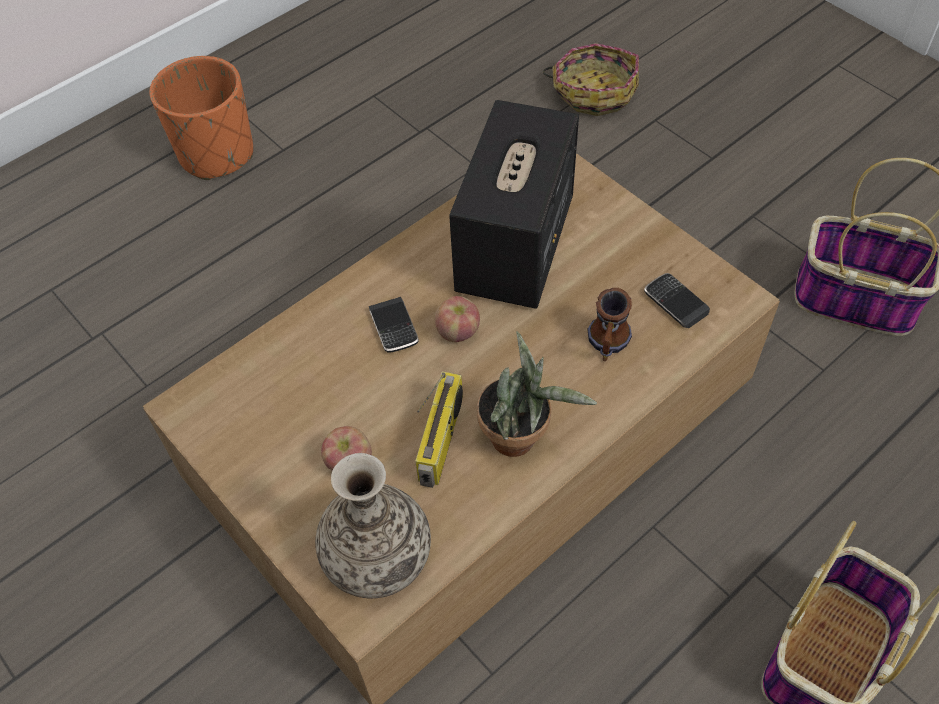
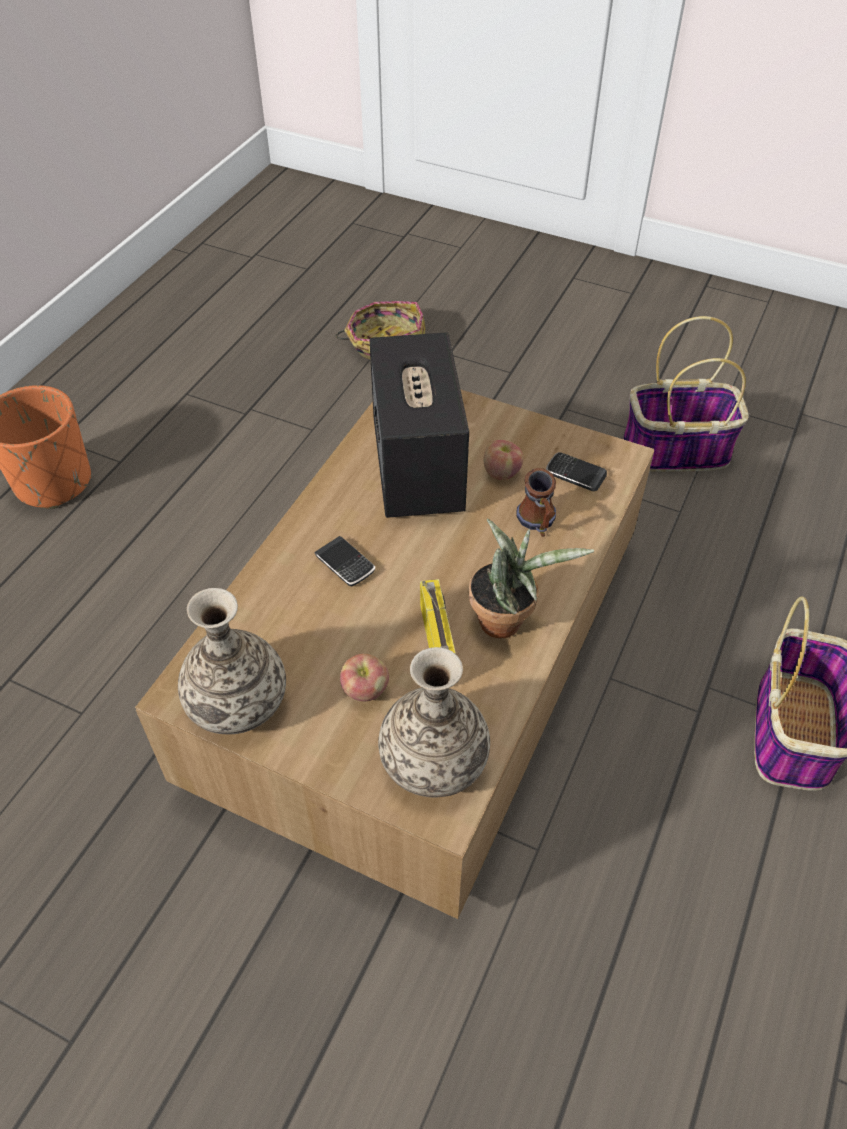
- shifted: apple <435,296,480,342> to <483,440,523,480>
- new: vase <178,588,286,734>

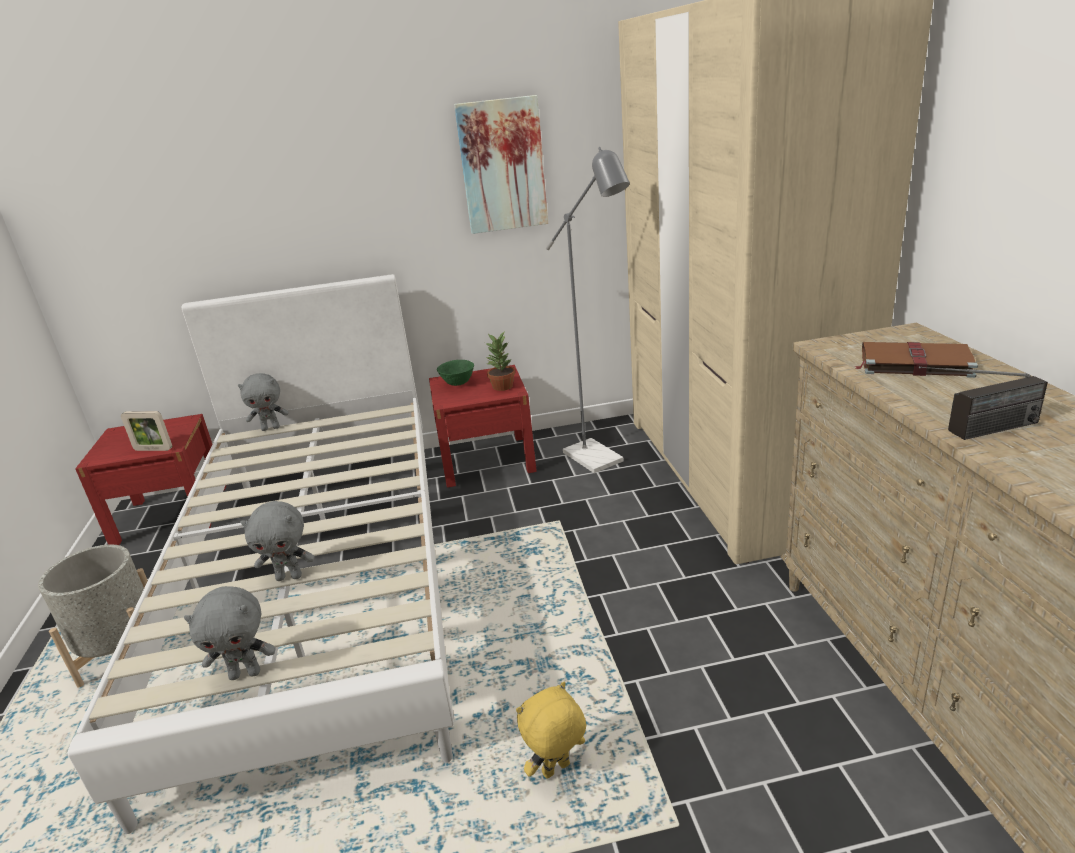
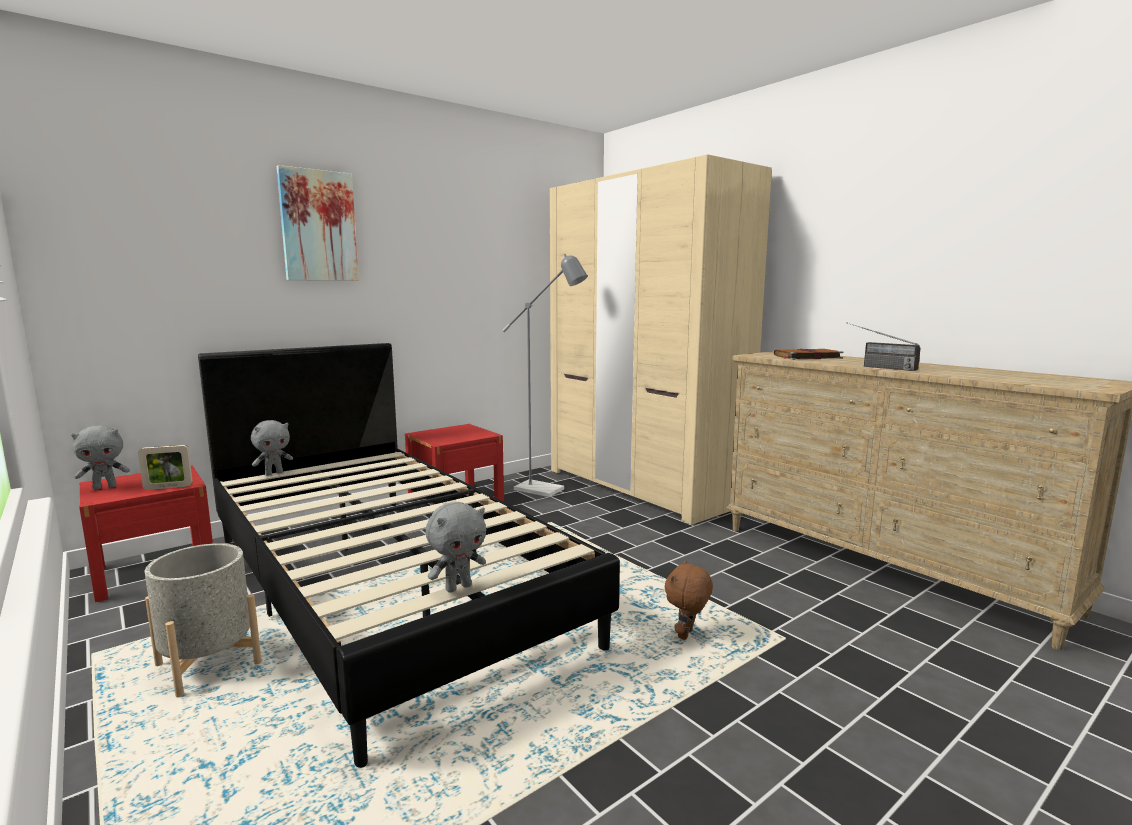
- repainted: white_bed <68,274,454,834> to black_bed <198,343,620,768>
- shifted: grey_plush_toy <241,501,315,581> to <71,425,130,490>
- gone: green_bowl <437,360,474,386>
- shifted: picture <454,95,548,234> to <277,165,359,281>
- gone: potted_plant <485,332,515,391>
- repainted: yellow_plush_toy <516,682,586,779> to brown_plush_toy <665,560,713,640>
- rotated: radio <919,366,1048,440> = <848,323,921,371> 90 degrees clockwise

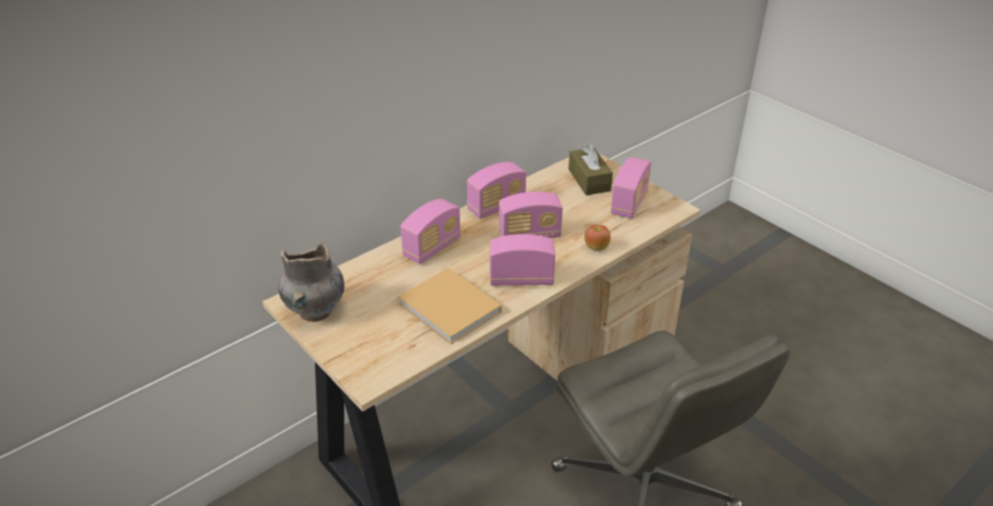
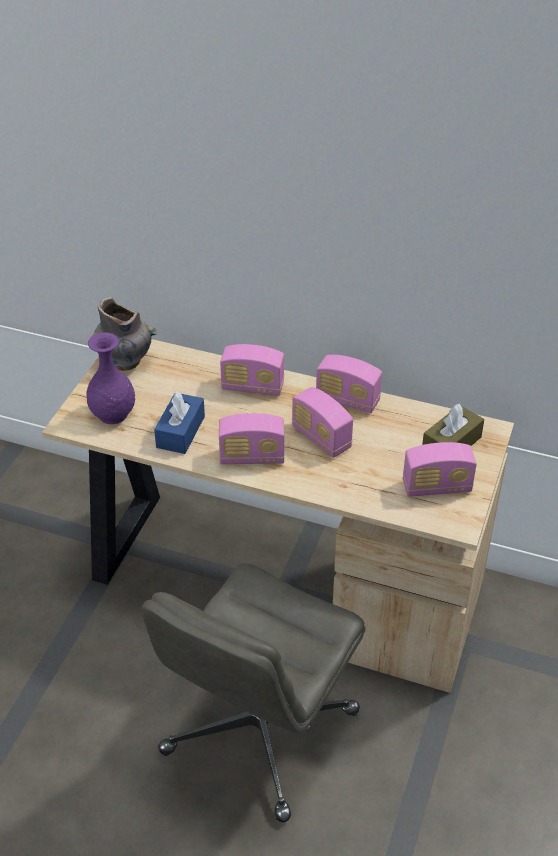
- swapped: beige_book <398,268,502,344> to blue_tissue_box <154,391,205,454>
- rotated: radio <489,234,555,286> = <219,413,285,464> 120 degrees clockwise
- gone: apple <584,225,611,251>
- new: purple_vase <86,332,135,424>

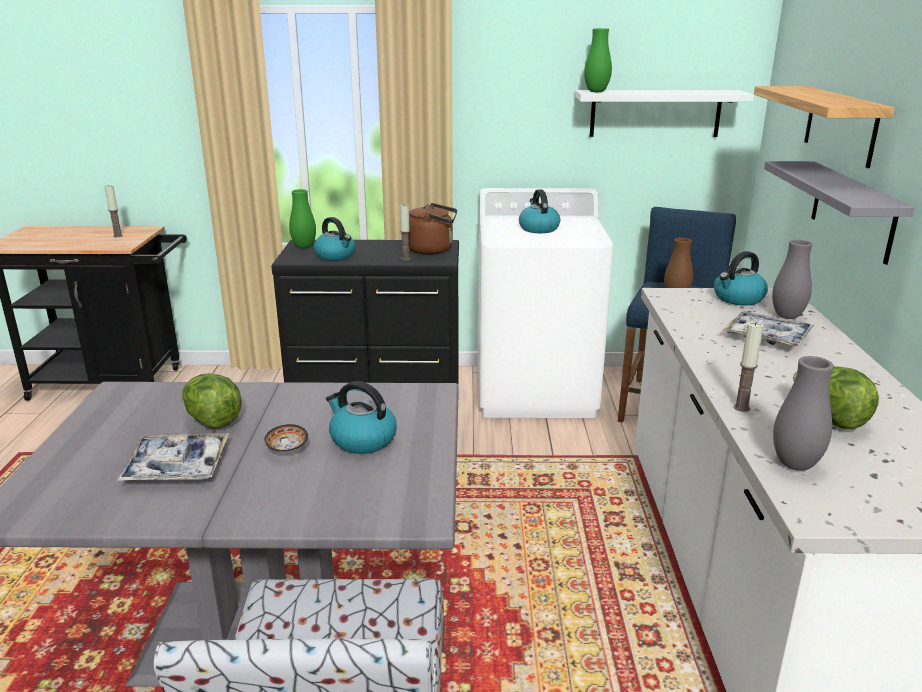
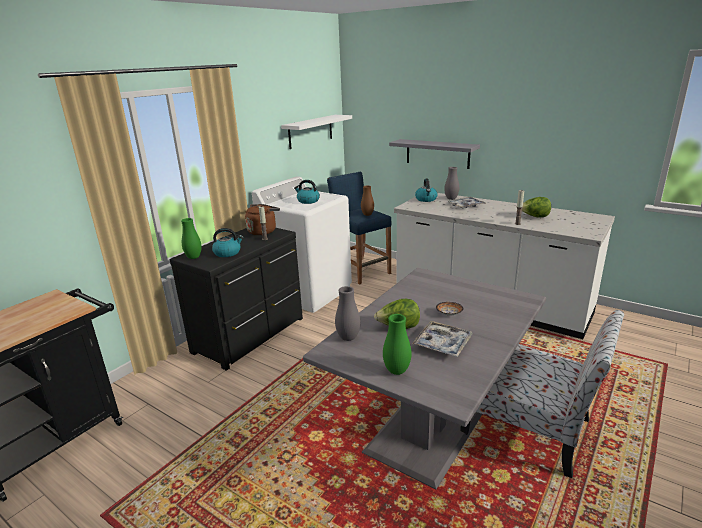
- gone: candle <104,184,123,237>
- gone: kettle <326,381,397,454>
- shifted: green_vase <584,28,612,92> to <383,314,411,375>
- gone: shelf <754,86,895,168>
- shifted: grey_vase <773,356,834,471> to <335,286,361,341>

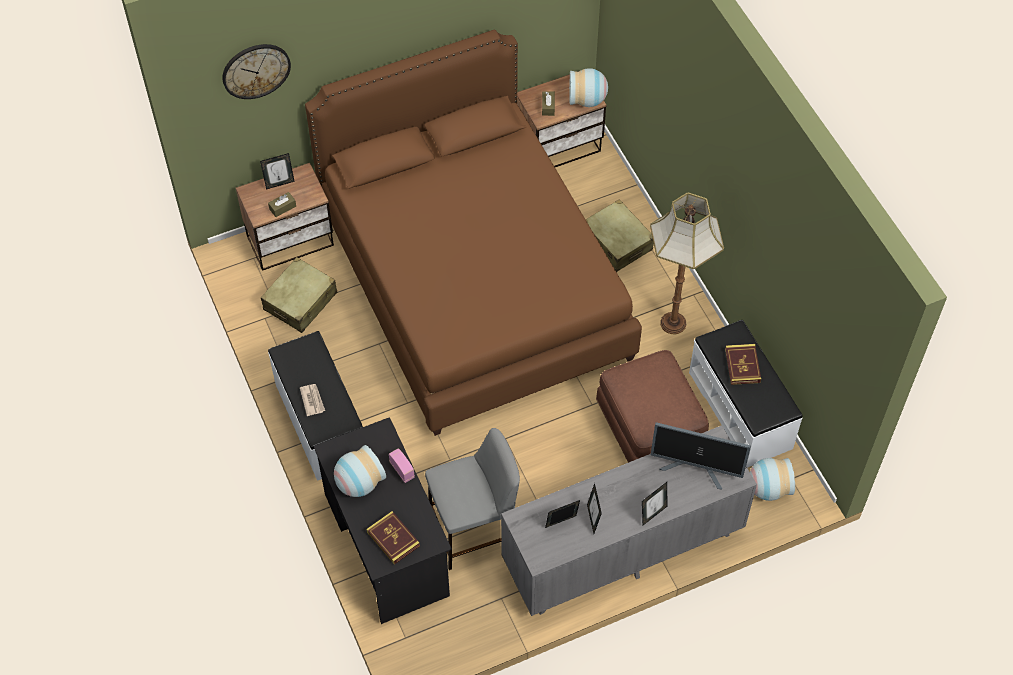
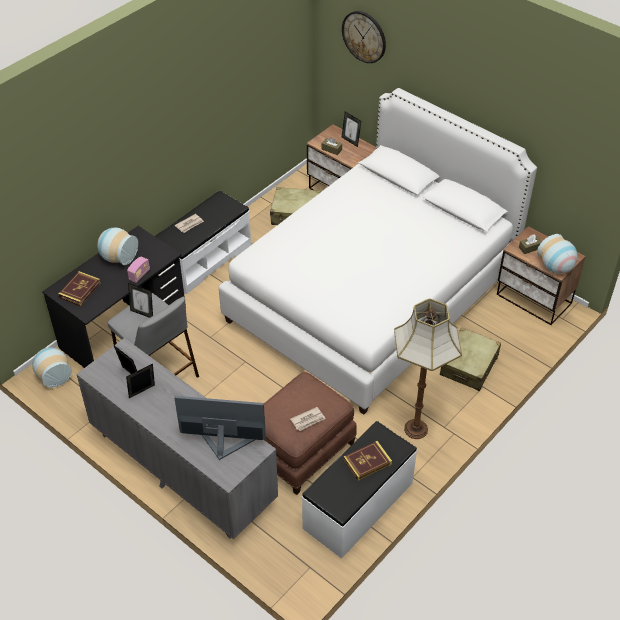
- repainted: brown_bed <305,29,642,436> to white_bed <219,88,537,414>
- shifted: picture_frame <642,482,667,526> to <128,283,153,318>
- rotated: monitor <651,422,751,489> = <174,396,266,460> 105 degrees clockwise
- shifted: vase <750,458,795,501> to <32,347,72,388>
- new: newspaper <290,407,326,431>

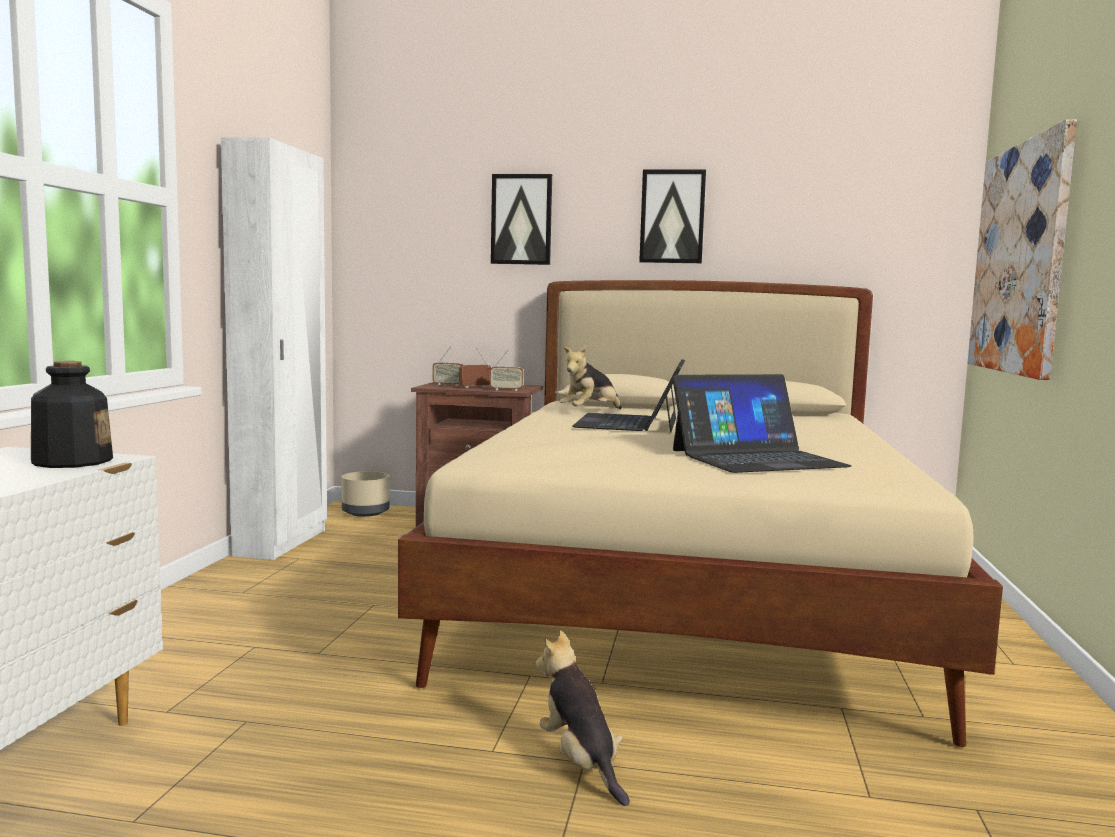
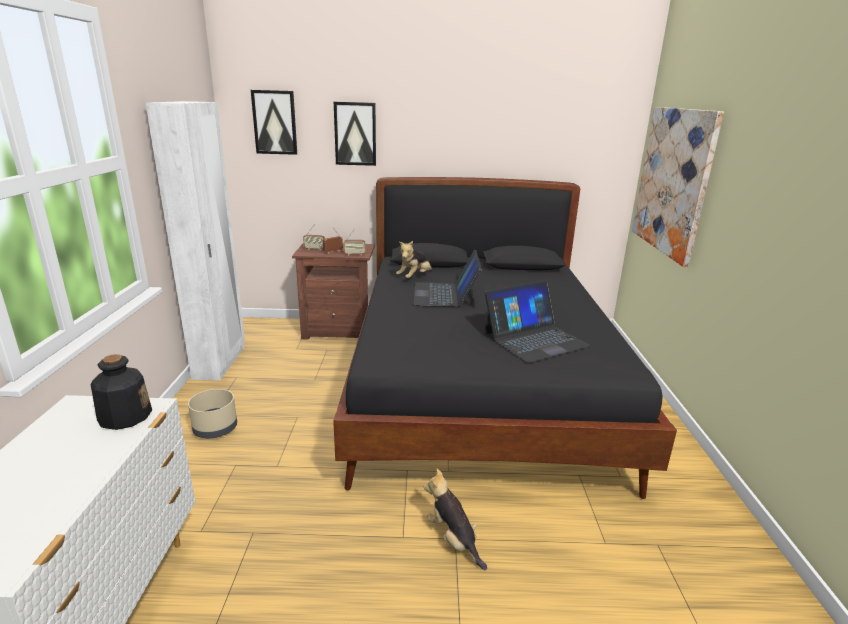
- shifted: beige_planter <342,471,389,517> to <188,389,237,438>
- repainted: beige_bed <398,280,1003,747> to black_bed <333,177,677,499>
- shifted: picture <639,170,706,263> to <251,90,297,155>

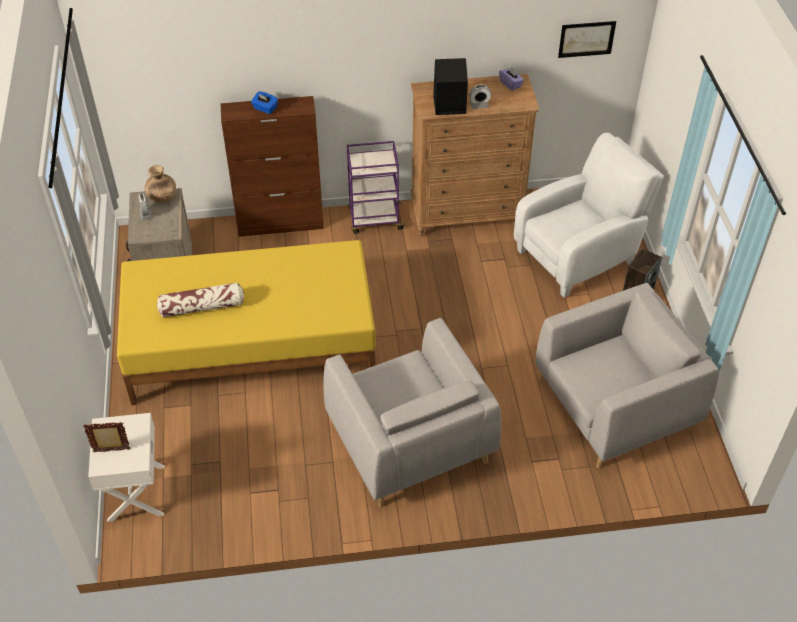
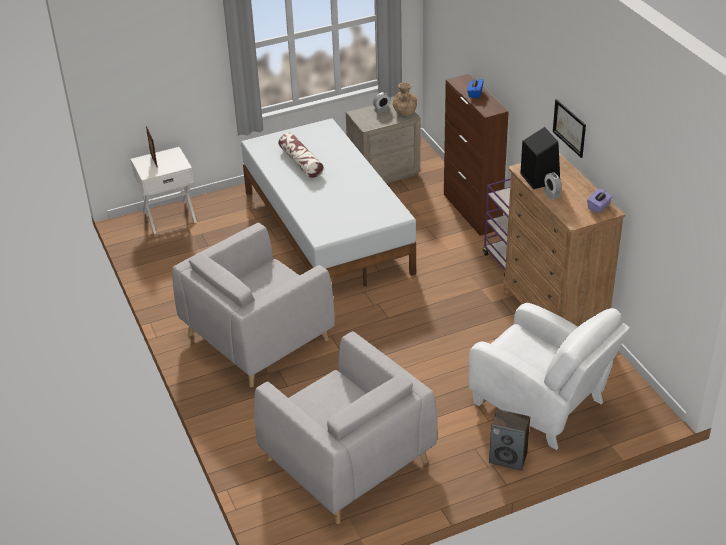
- repainted: yellow_bed <117,240,376,405> to white_bed <241,118,416,287>
- shifted: picture <558,21,616,58> to <553,99,586,158>

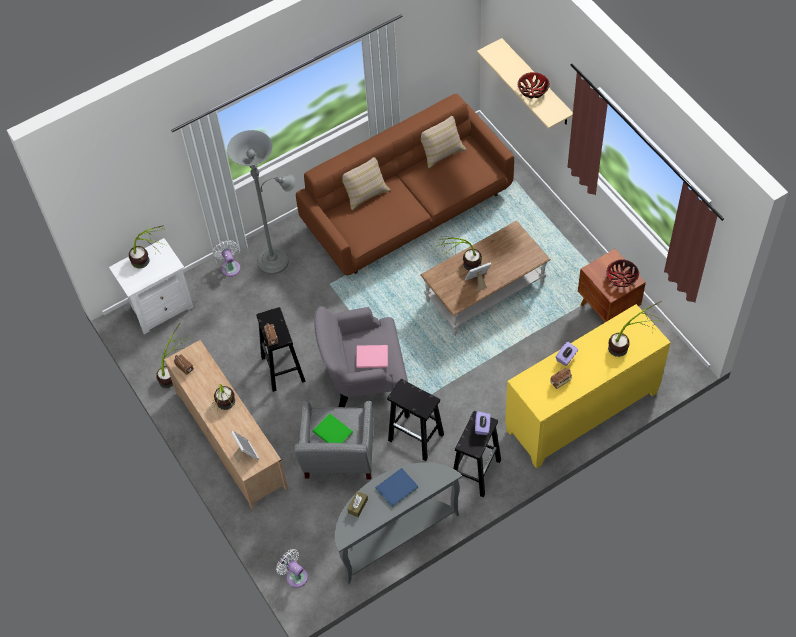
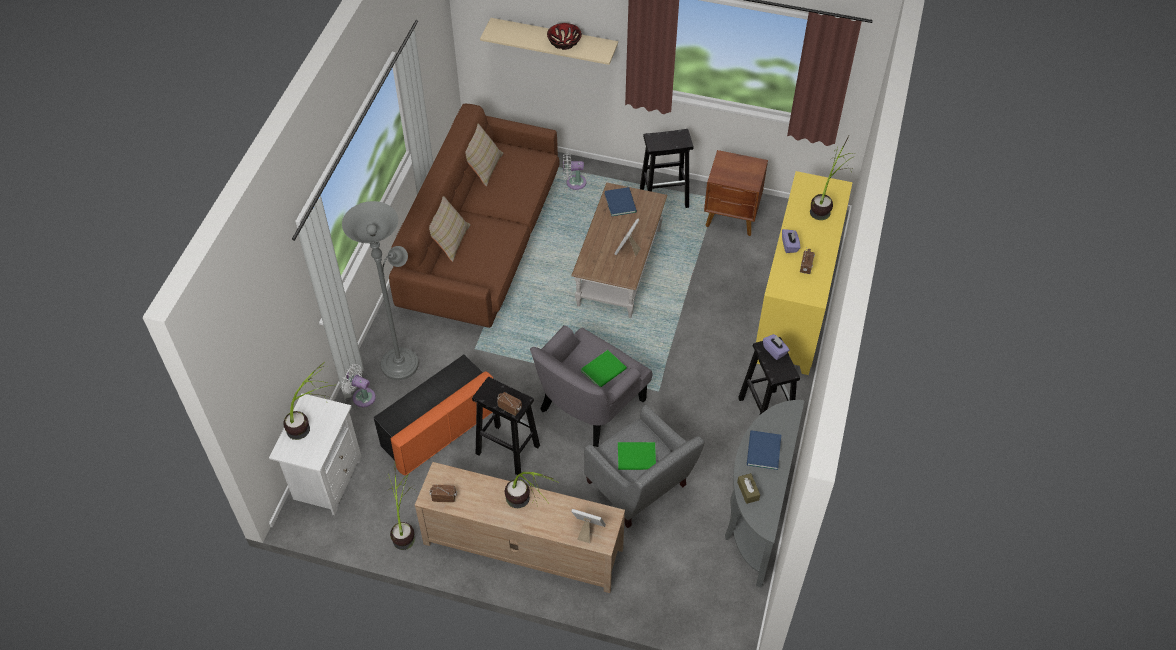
- shifted: white_fan <276,549,308,588> to <563,153,586,190>
- repainted: pink_book <356,345,388,368> to green_book <581,350,627,387>
- shifted: black_stool <387,379,444,461> to <640,129,693,208>
- gone: potted_plant <435,236,482,270>
- gone: bowl <606,259,639,287>
- new: orange_ottoman <373,355,494,475>
- new: blue_book <604,187,637,216>

